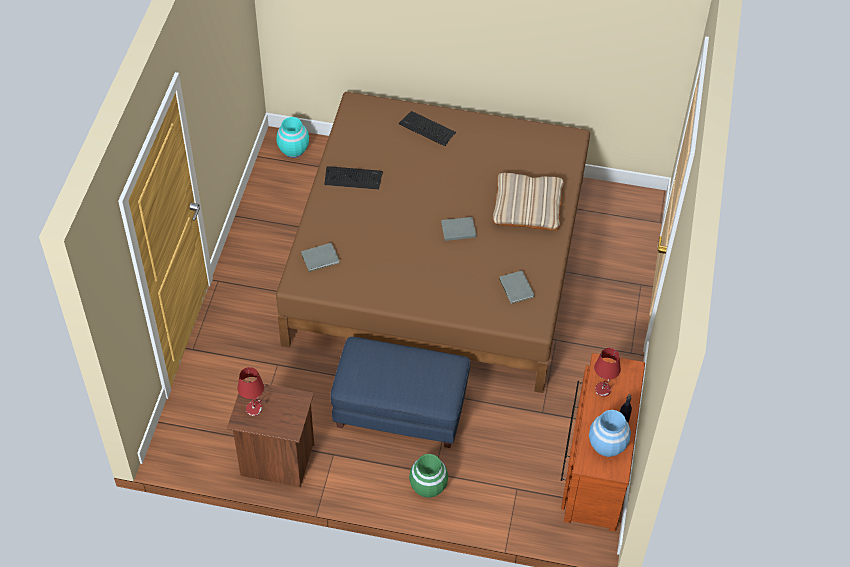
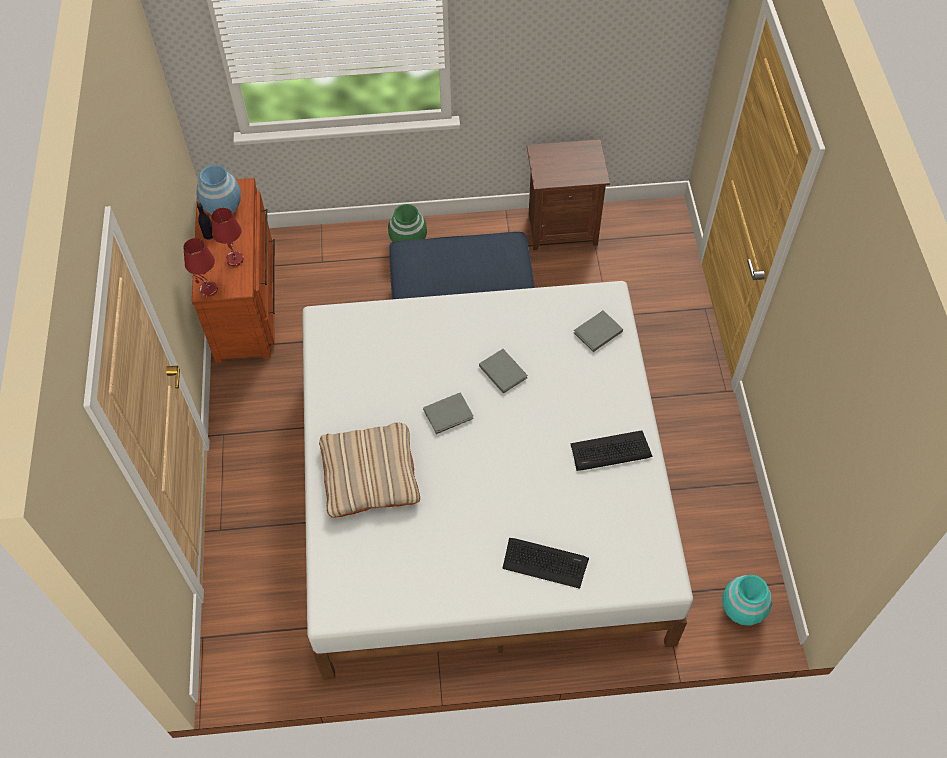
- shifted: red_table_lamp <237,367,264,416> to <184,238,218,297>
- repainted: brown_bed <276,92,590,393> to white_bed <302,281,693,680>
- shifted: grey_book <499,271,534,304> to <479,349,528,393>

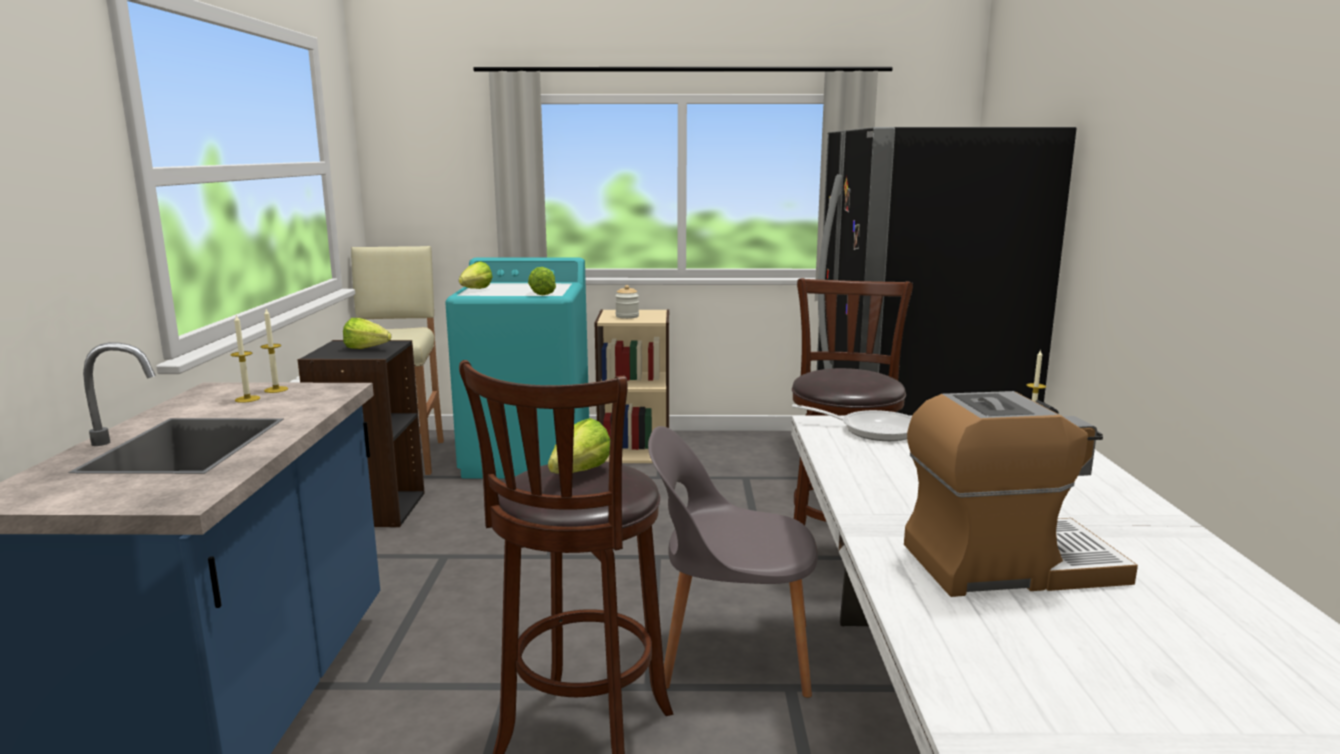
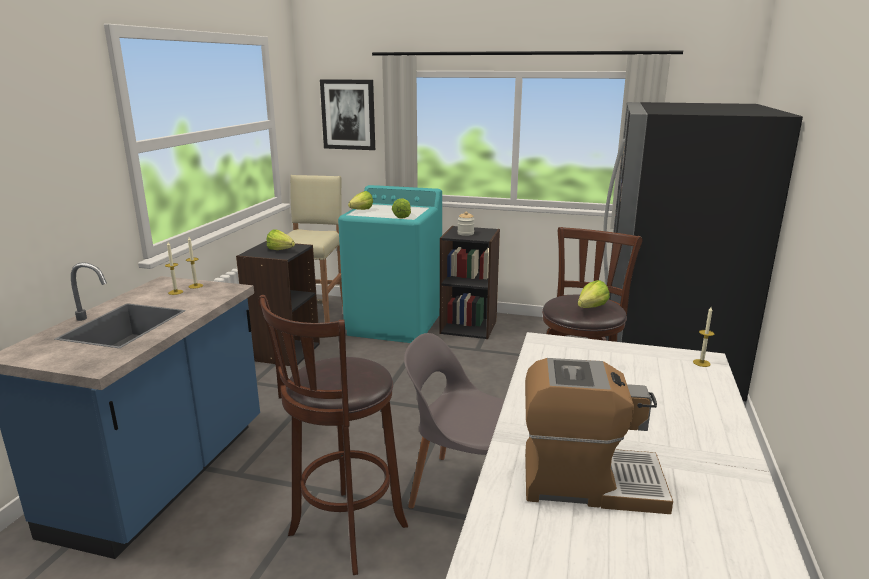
- shifted: lettuce <548,418,610,474> to <578,280,610,308>
- repainted: beige_bookcase <595,309,670,463> to black_bookcase <440,226,500,339>
- gone: frying_pan <792,404,912,441>
- new: picture <320,79,375,150>

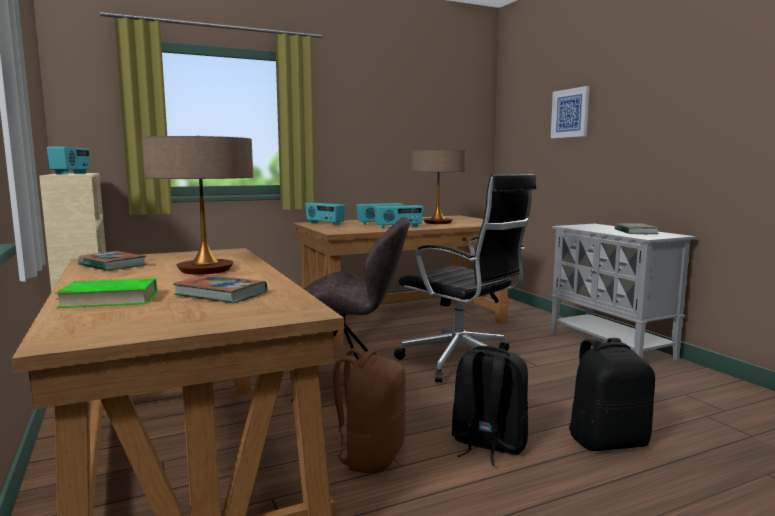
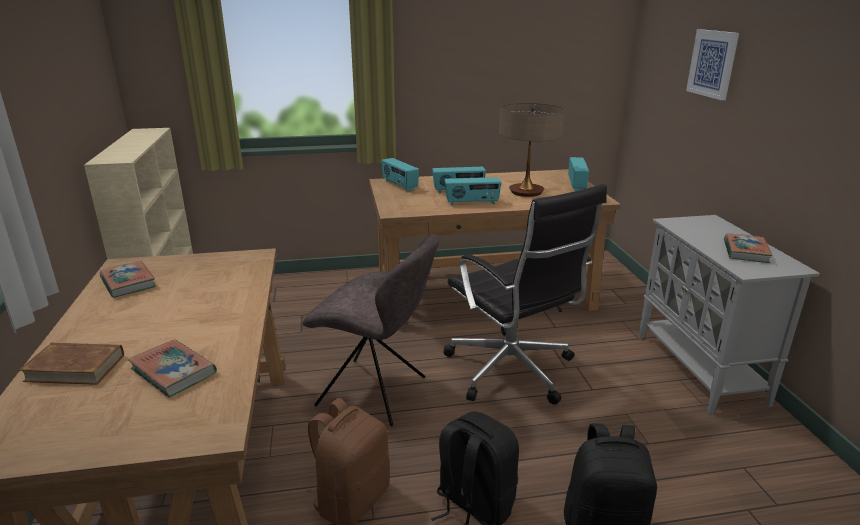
- shifted: radio <47,147,90,174> to <568,157,589,191>
- repainted: green_book <55,278,157,308> to brown_book <19,343,124,385>
- gone: table_lamp <142,136,253,275>

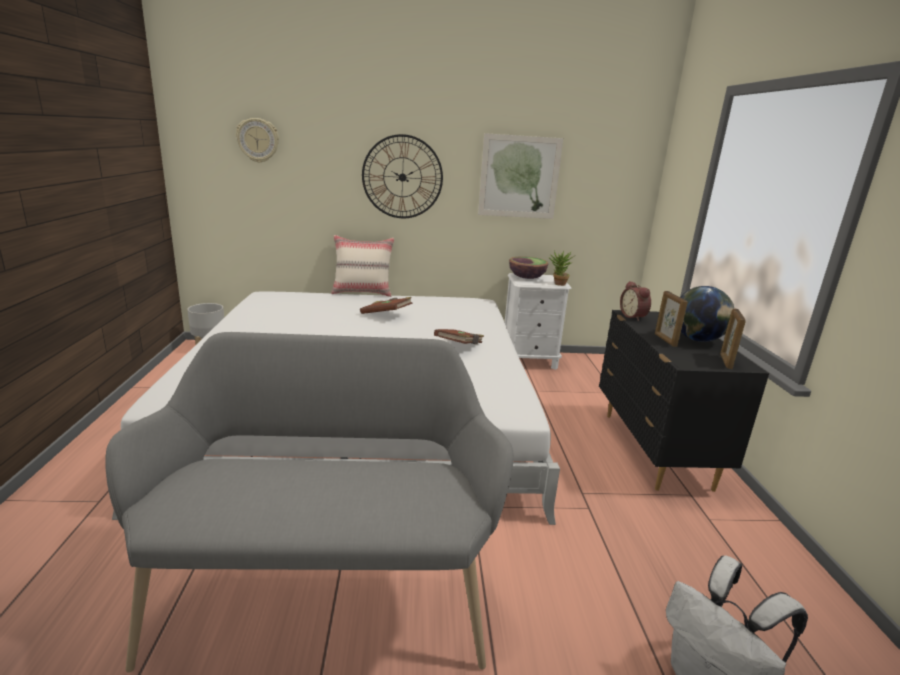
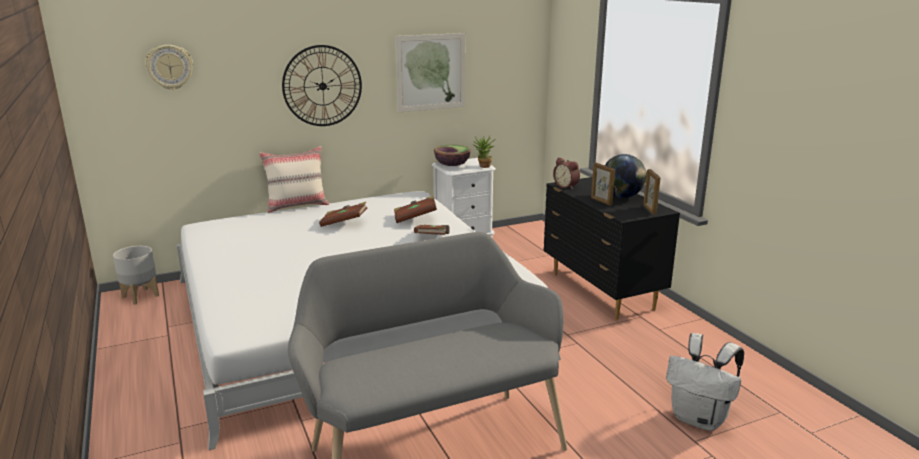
- new: brown_book <394,196,437,223>

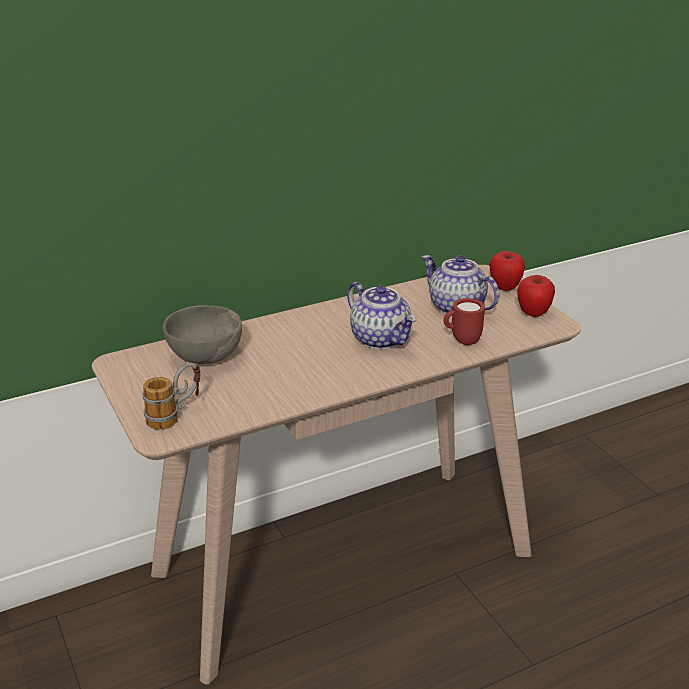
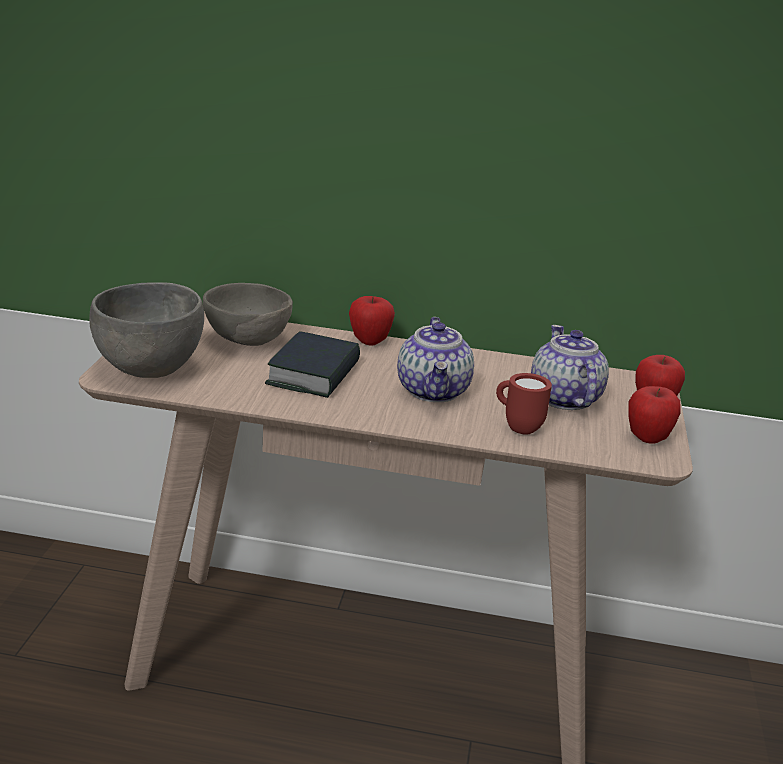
- swapped: mug <142,363,201,430> to grey_bowl <89,282,204,378>
- new: book <265,331,360,398>
- new: apple <349,296,395,346>

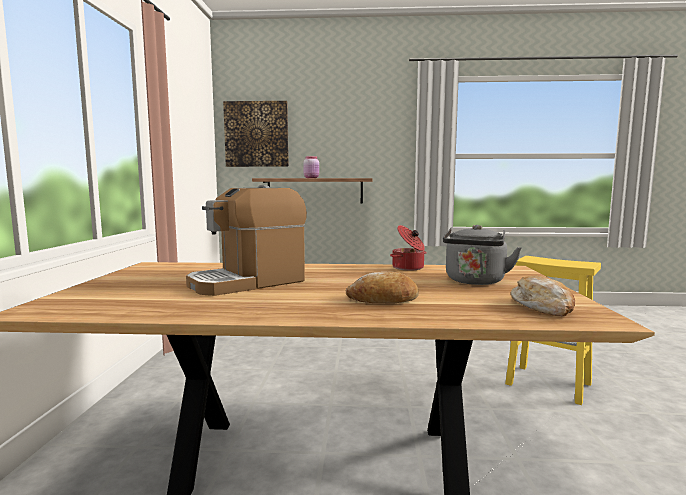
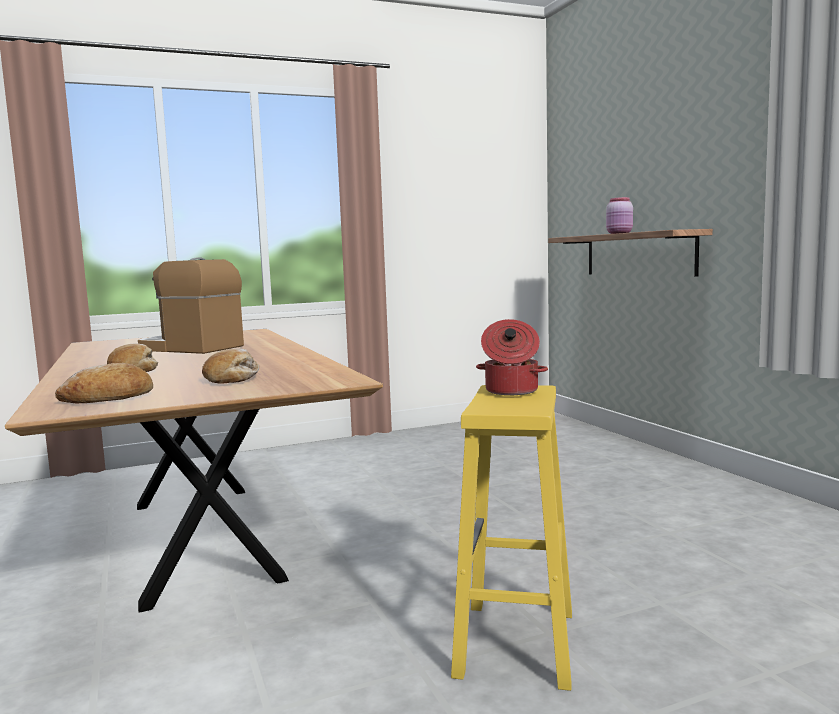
- gone: picture <223,101,289,167>
- shifted: cooking_pot <390,225,427,270> to <476,319,548,395>
- swapped: grey_kettle <443,225,522,285> to bread <202,348,259,384>

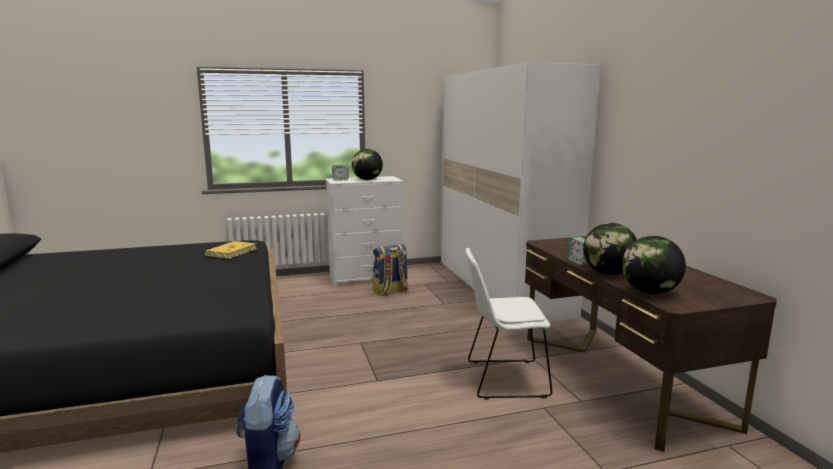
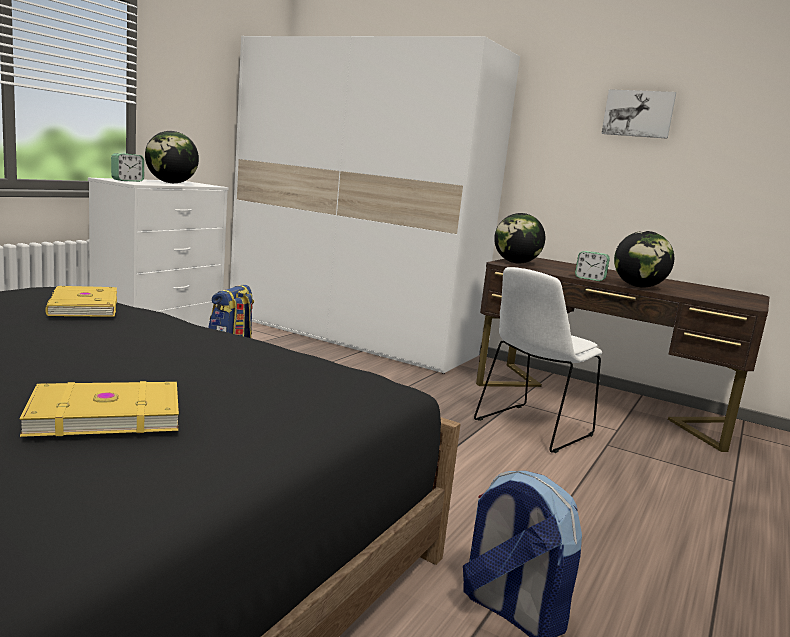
- shifted: globe <622,236,686,294> to <494,213,545,264>
- new: yellow_book <20,381,179,437>
- new: picture <601,89,676,139>

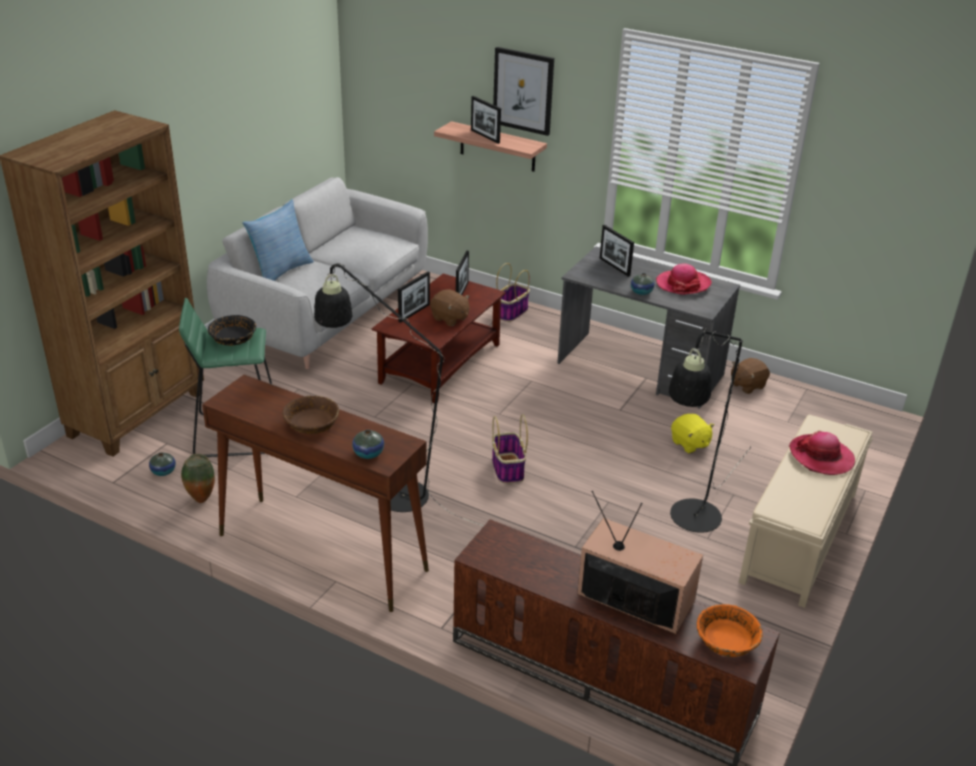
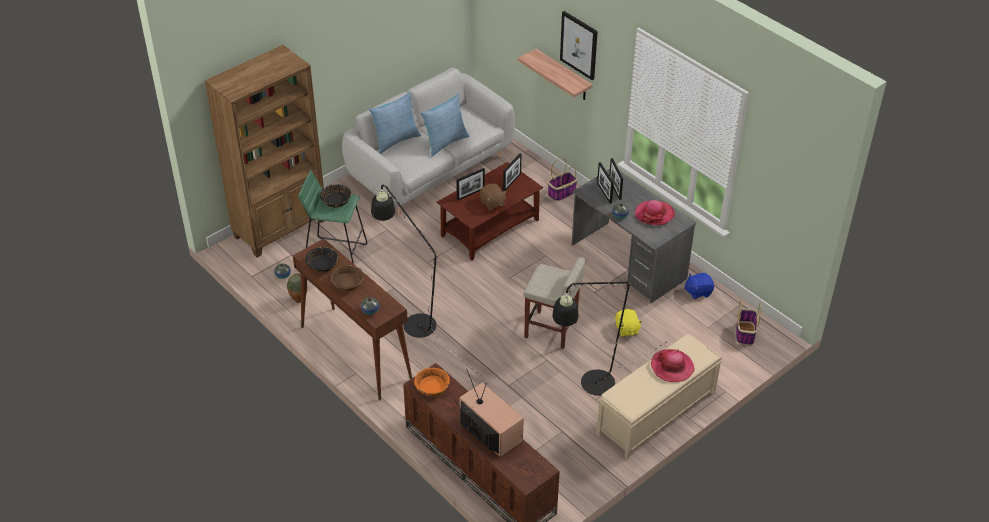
- shifted: picture_frame <471,96,501,144> to <597,162,614,204>
- shifted: basket <492,414,528,483> to <736,300,761,345>
- shifted: orange_bowl <697,604,762,657> to <414,368,450,396>
- repainted: brown_plush_toy <731,358,770,394> to blue_plush_toy <684,273,714,299>
- new: black_bowl <305,247,339,272>
- new: pillow <420,93,470,157>
- new: beige_stool <523,257,586,349>

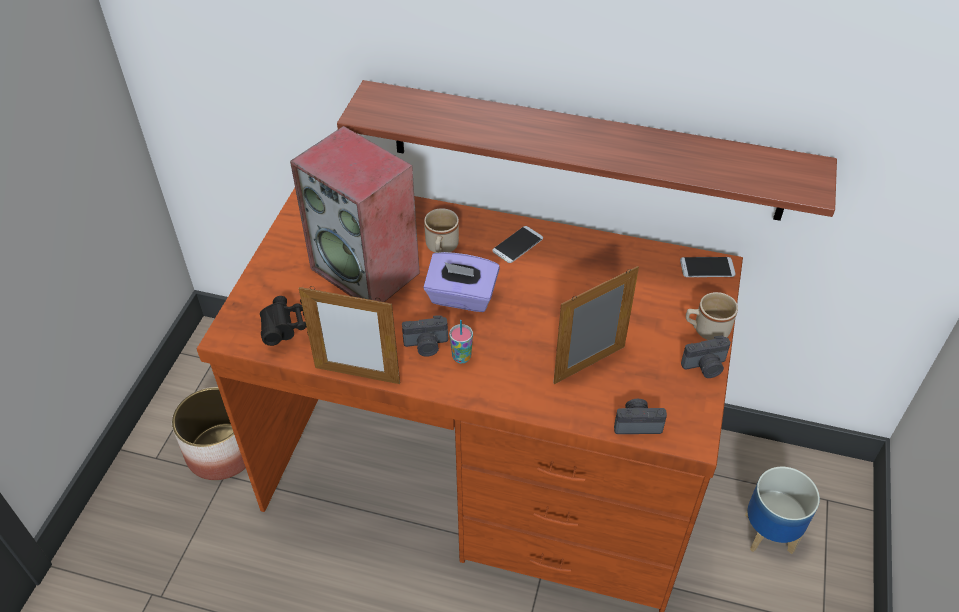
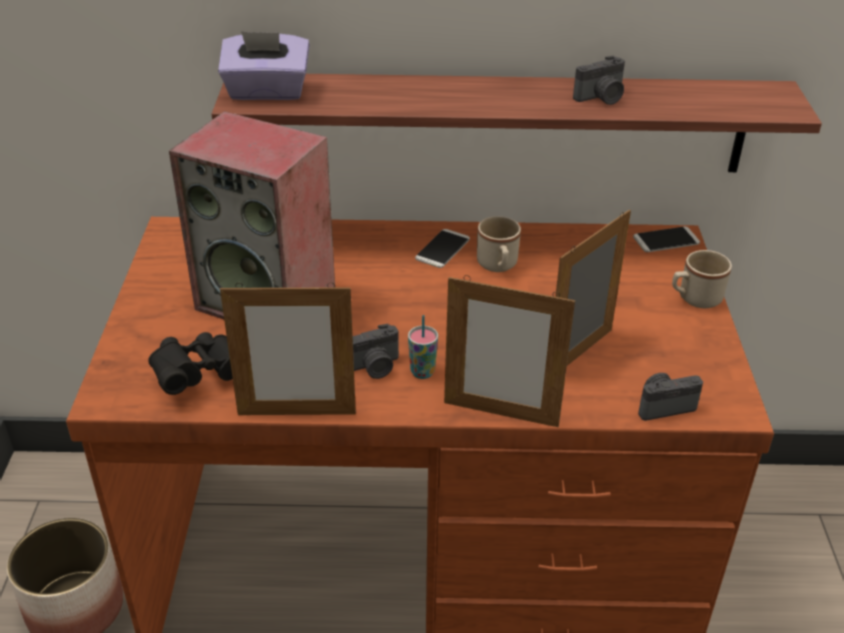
- shifted: purple_tissue_box <423,252,500,312> to <218,31,310,100>
- shifted: beige_mug <424,208,459,253> to <477,216,521,272>
- shifted: photo_camera <681,335,731,378> to <573,56,625,105>
- gone: planter <745,467,820,554>
- new: picture_frame <444,275,575,427>

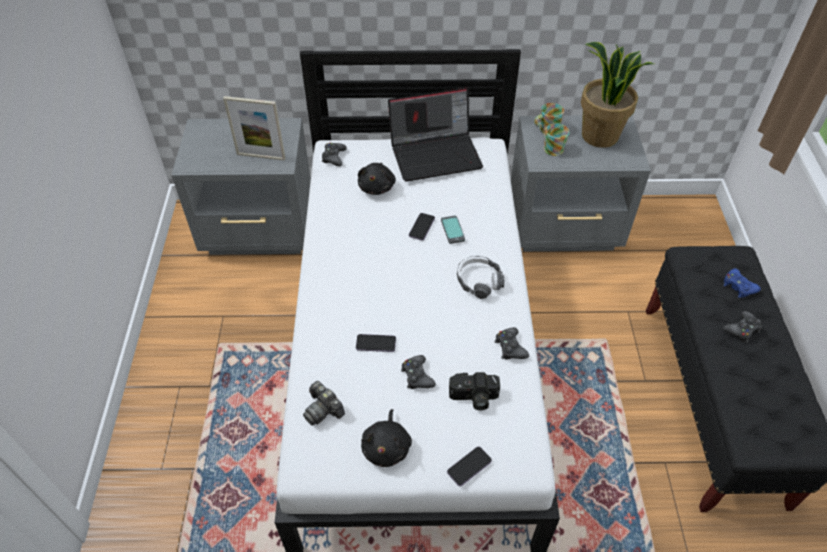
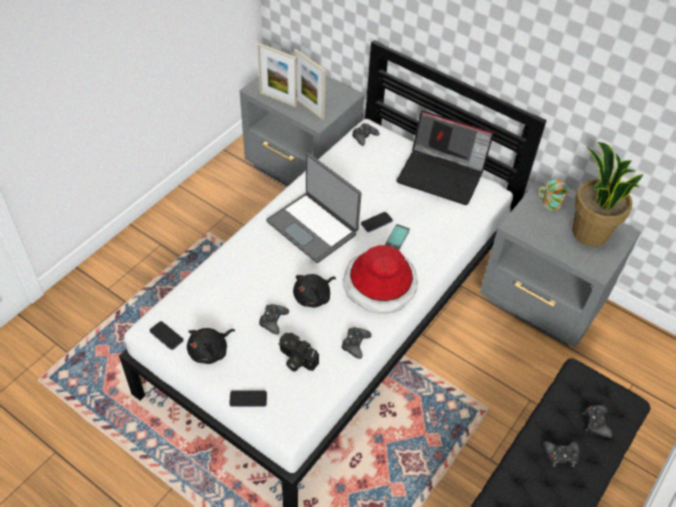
- gone: photo_camera <303,381,345,426>
- shifted: phone <356,334,396,352> to <149,321,184,350>
- shifted: black_plush_toy <358,163,396,195> to <293,274,336,308>
- swapped: headphones <457,256,504,299> to hat <343,245,418,314>
- gone: mug <543,123,570,156>
- repainted: blue_game_controller <723,268,761,298> to black_game_controller <583,405,612,438>
- new: picture_frame <257,43,297,107>
- new: laptop <266,153,362,263>

